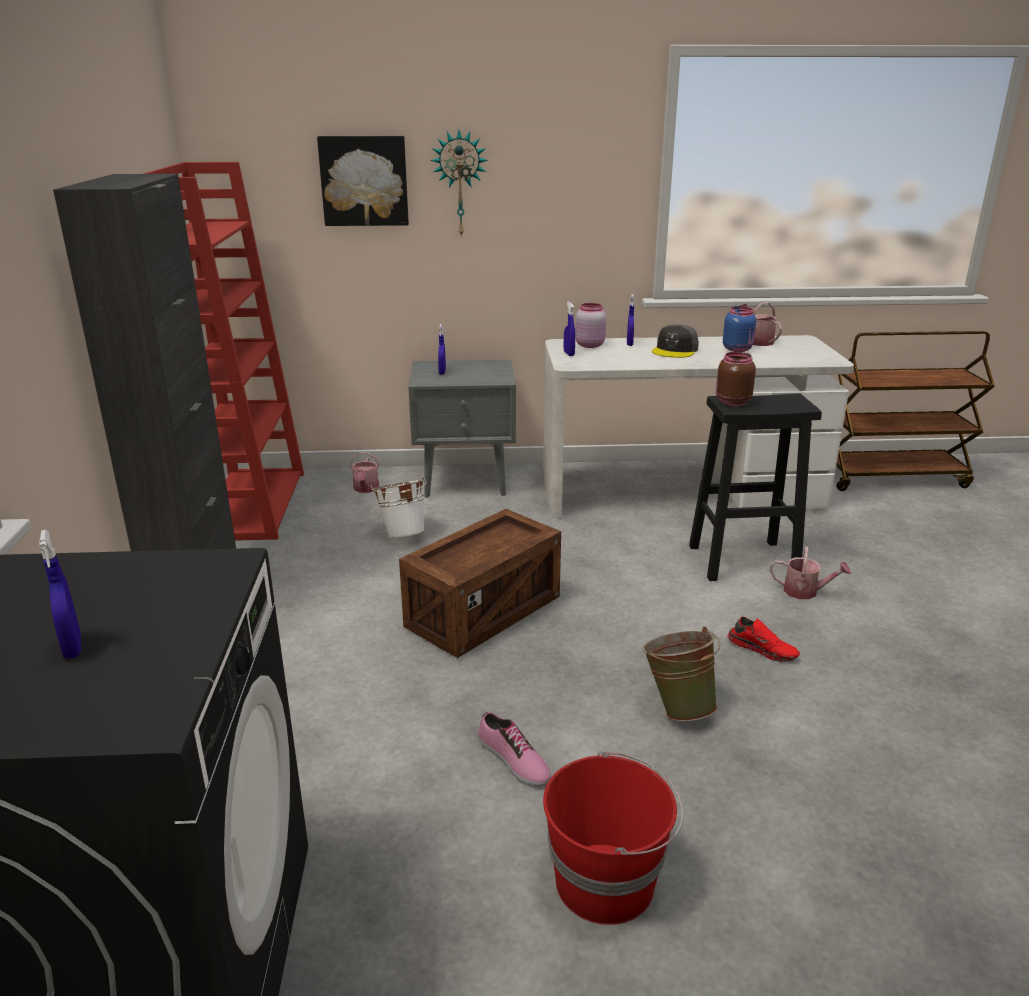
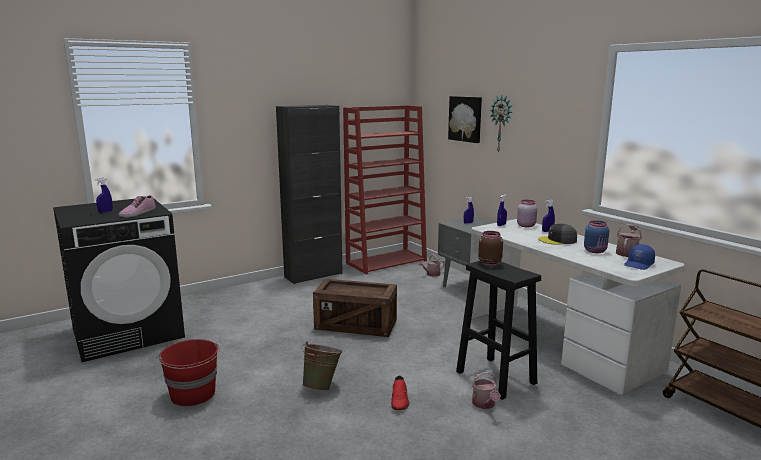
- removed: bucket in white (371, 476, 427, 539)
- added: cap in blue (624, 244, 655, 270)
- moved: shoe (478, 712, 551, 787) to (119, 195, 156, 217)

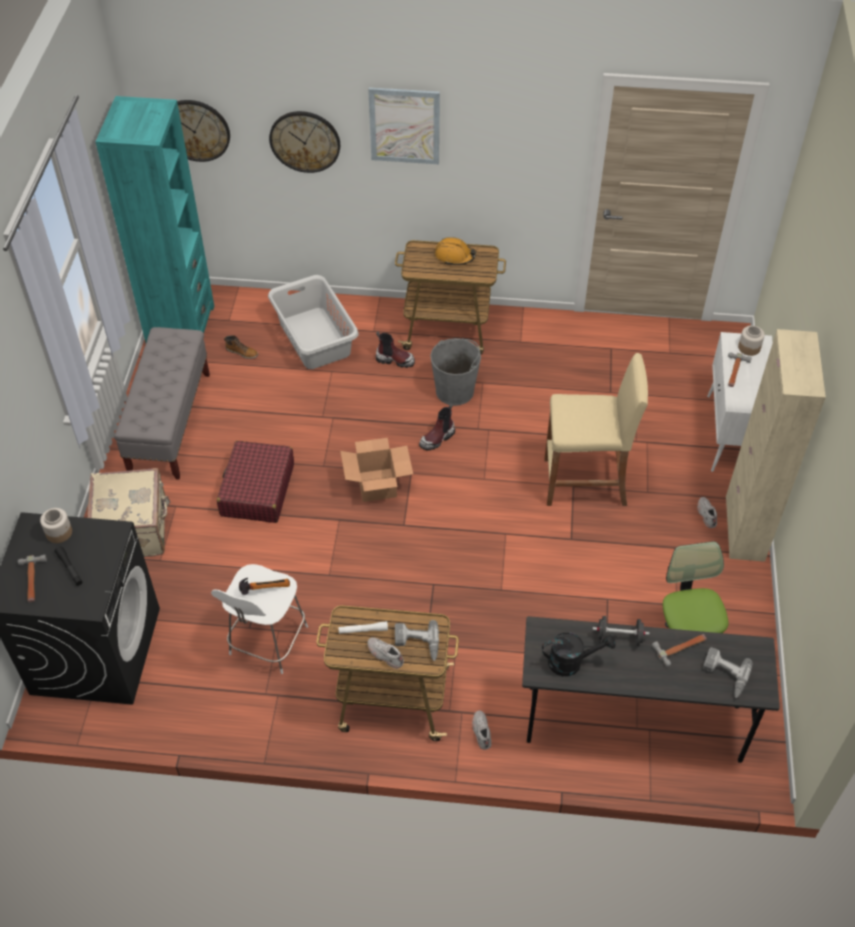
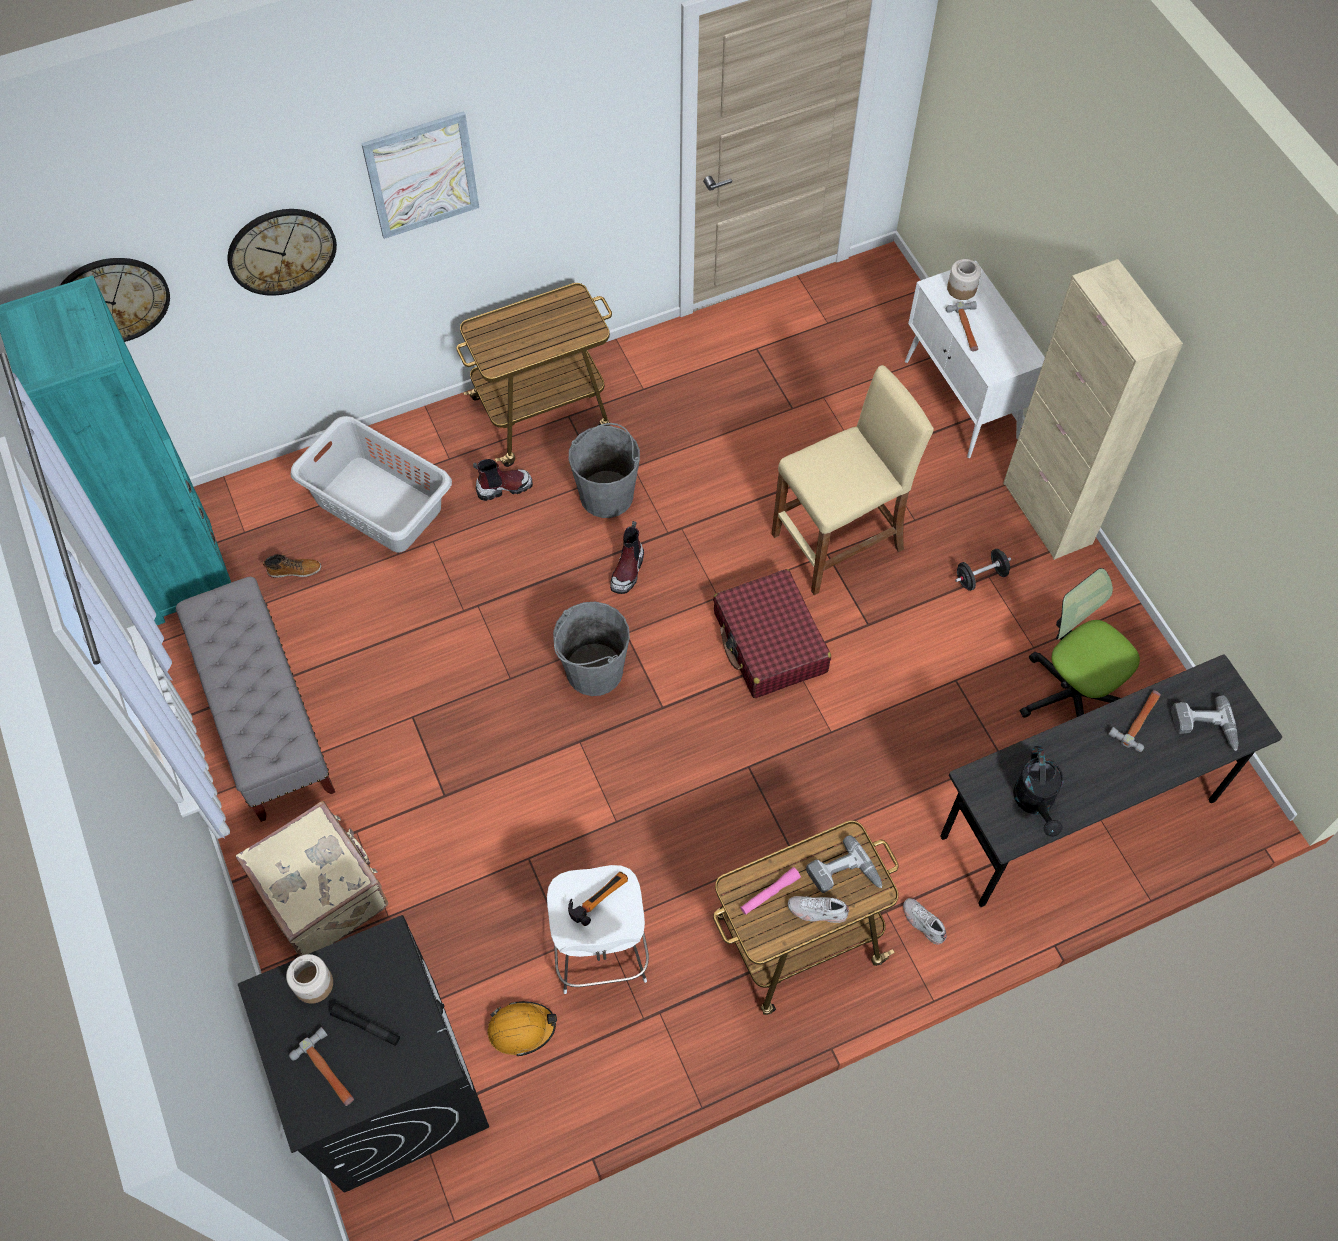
- removed: shoe in white (698, 497, 717, 528)
- moved: suitcase in red (217, 441, 294, 523) to (713, 569, 831, 698)
- moved: hard hat in orange (435, 237, 477, 265) to (488, 1001, 557, 1056)
- moved: dumbbell in black (592, 616, 649, 646) to (955, 549, 1011, 591)
- replaced: cardboard box (340, 438, 413, 502) to bucket in grey (553, 602, 630, 696)
- recoloured: flashlight in white (338, 621, 388, 634) to flashlight in pink (740, 867, 801, 915)
- turned: watering can in black (542, 632, 616, 676) = (1013, 746, 1064, 837) 120 degrees clockwise

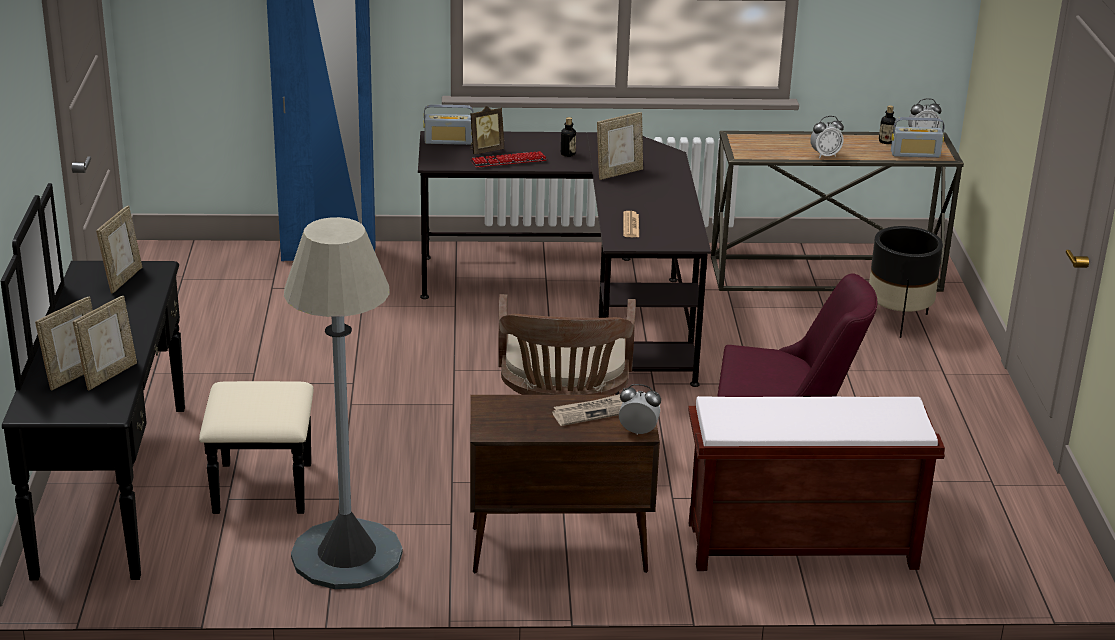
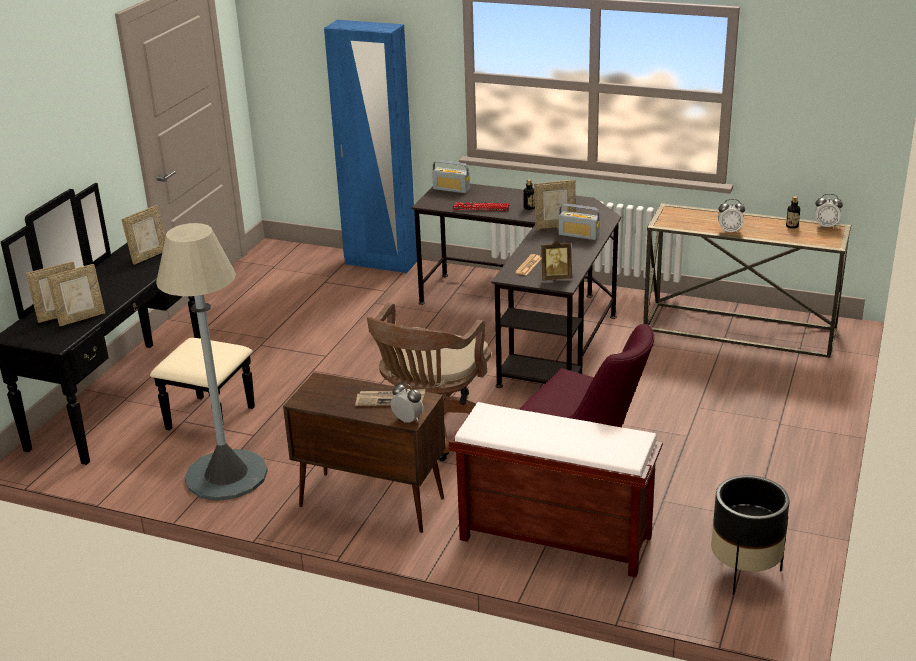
- moved: picture frame (470, 106, 504, 154) to (541, 240, 572, 280)
- moved: planter in black (869, 226, 943, 338) to (711, 475, 790, 595)
- moved: radio (891, 117, 945, 158) to (559, 204, 600, 240)

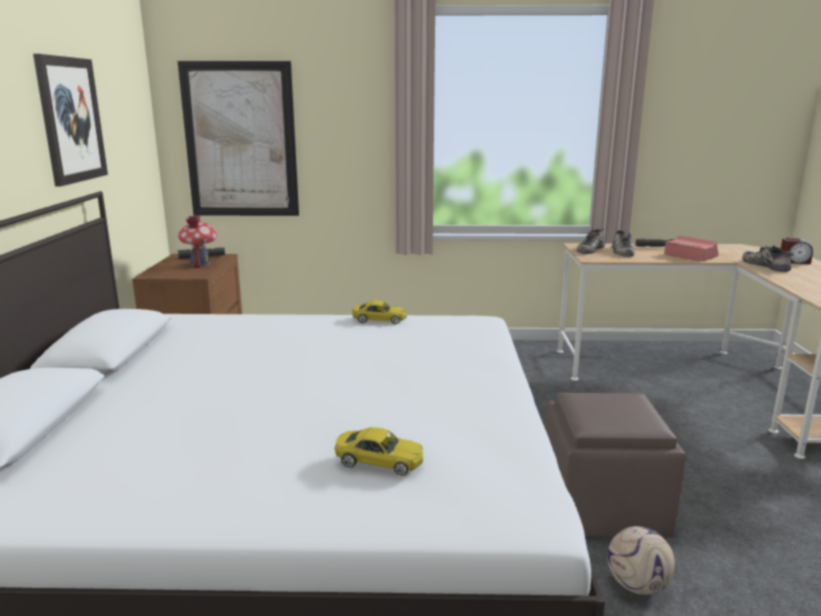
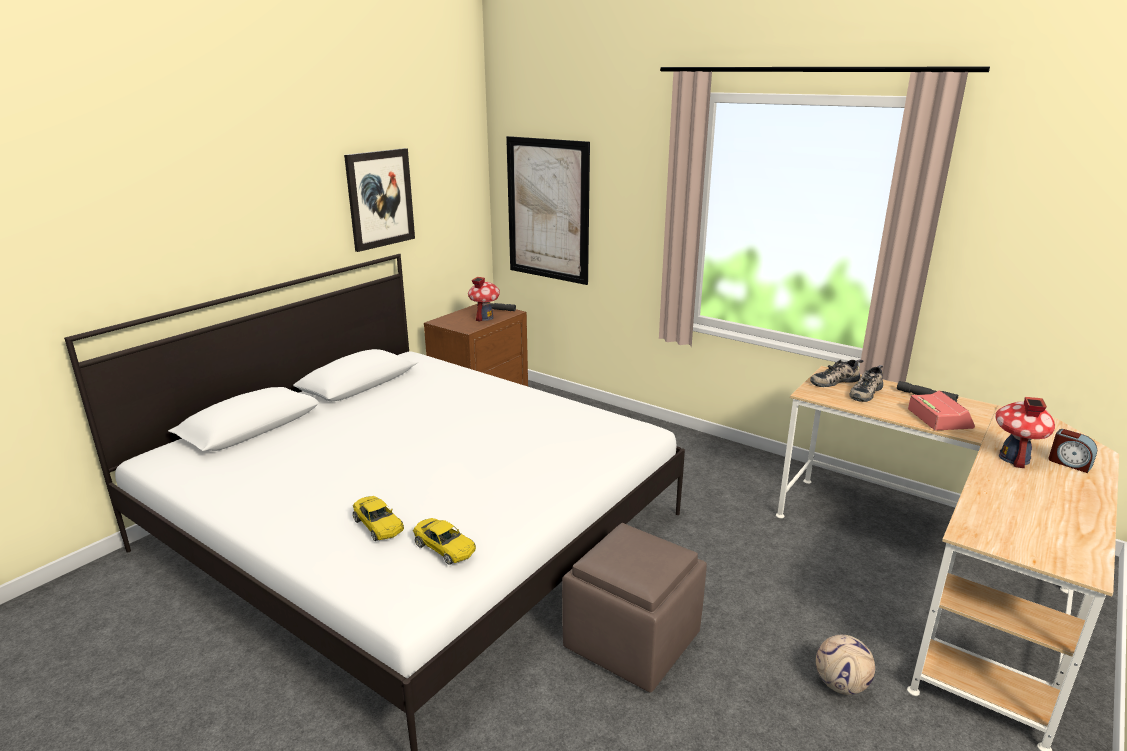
- moved: toy car in yellow (353, 300, 407, 324) to (413, 518, 476, 565)
- moved: football (607, 526, 675, 595) to (816, 635, 875, 695)
- replaced: shoe (742, 245, 794, 272) to toy house (995, 397, 1055, 468)

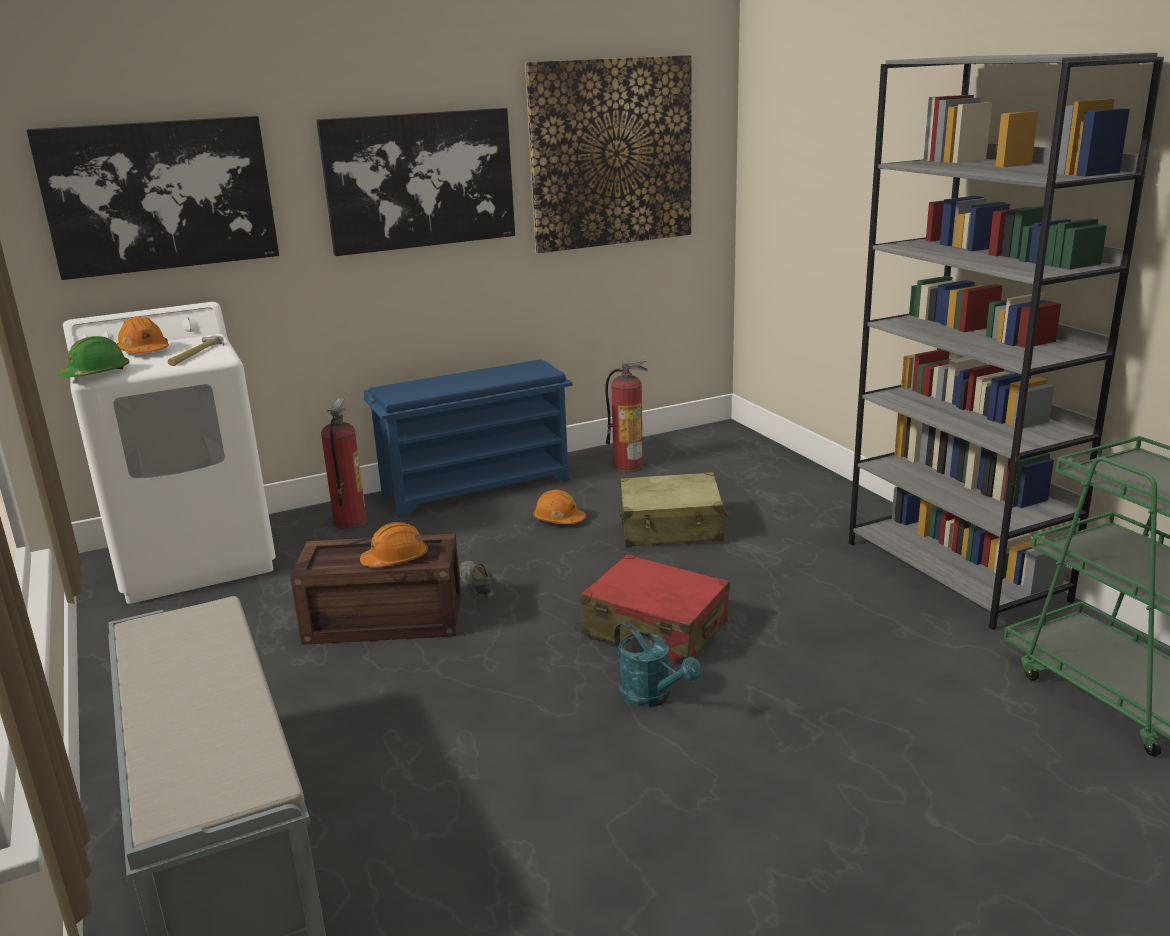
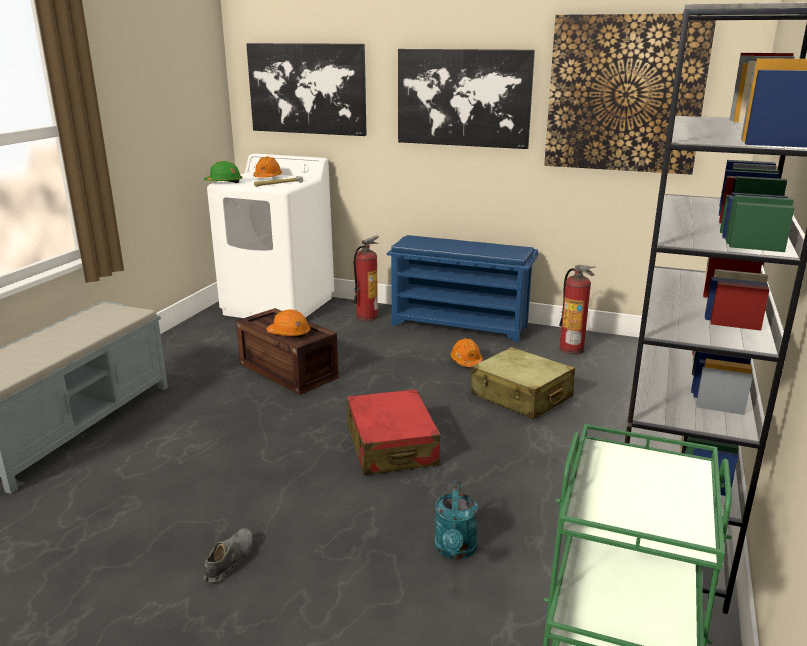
- moved: shoe in grey (460, 561, 494, 600) to (203, 528, 253, 583)
- moved: watering can in turquoise (614, 621, 701, 708) to (434, 481, 478, 560)

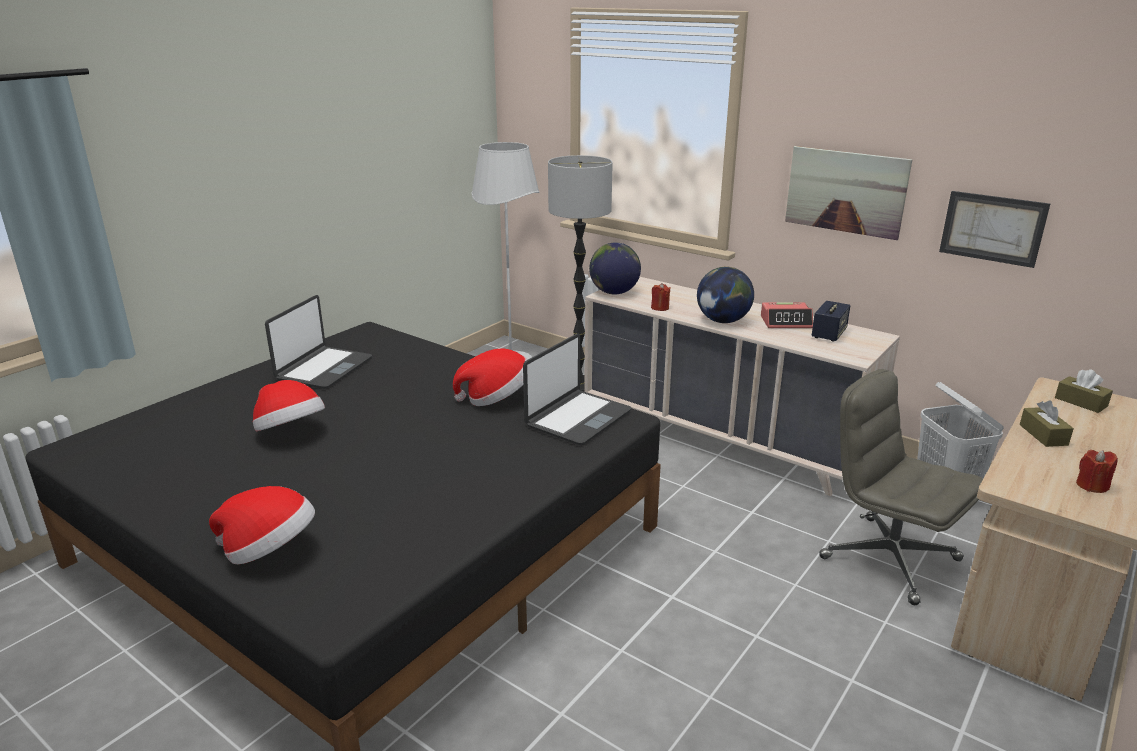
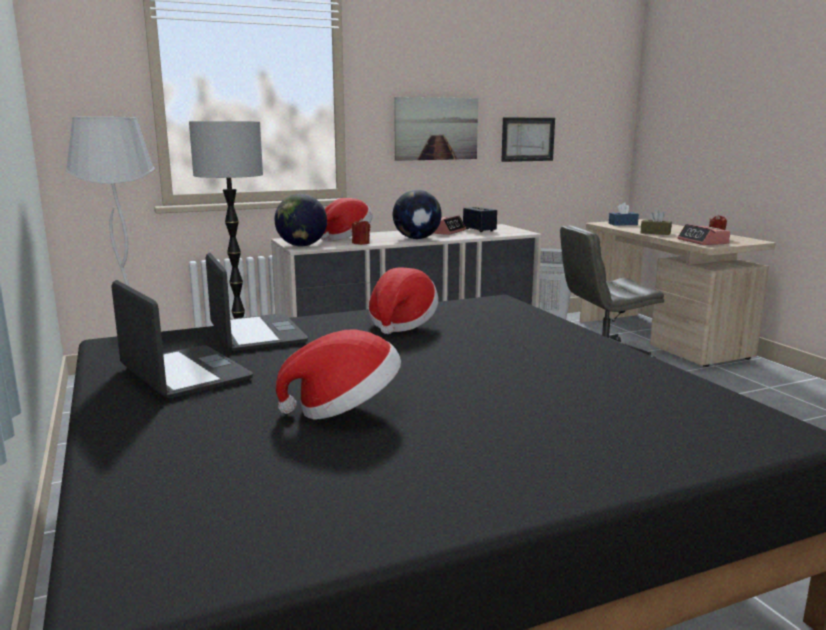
- added: alarm clock (678, 224, 730, 245)
- moved: hat (209, 486, 315, 564) to (321, 198, 373, 240)
- moved: laptop (523, 334, 632, 445) to (206, 253, 308, 352)
- recoloured: tissue box in brown (1055, 369, 1113, 413) to tissue box in blue (609, 202, 639, 226)

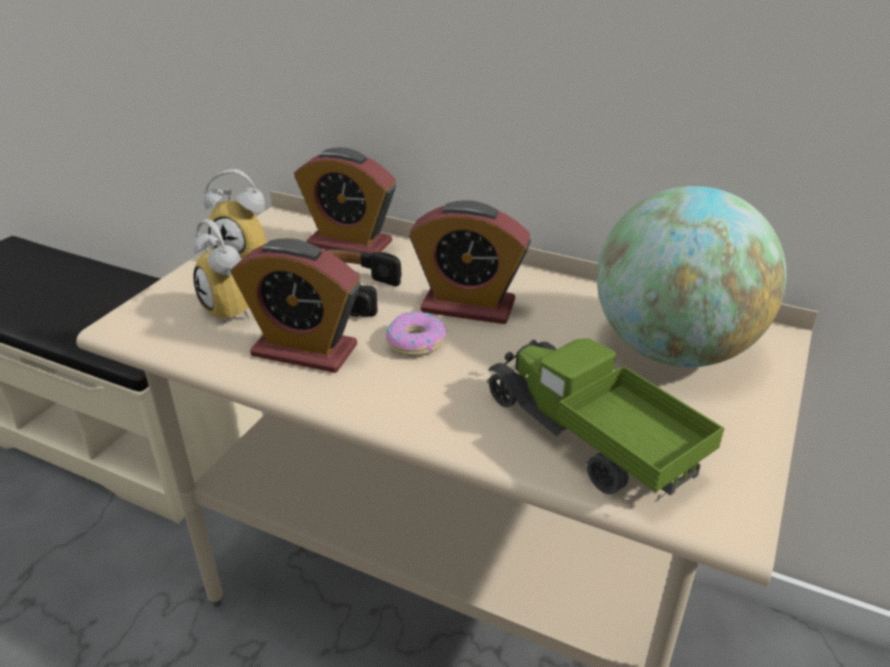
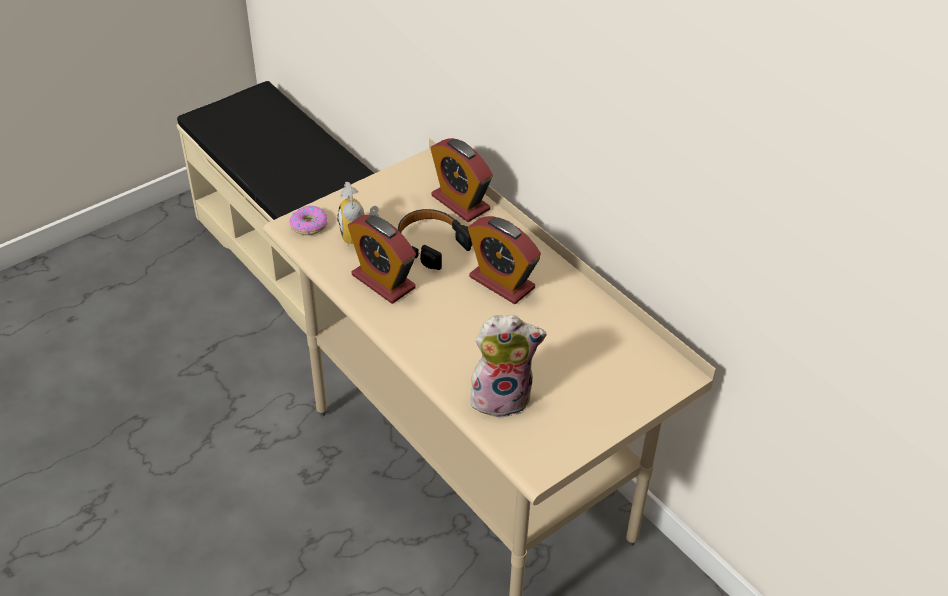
- removed: alarm clock (203, 169, 266, 258)
- removed: globe (597, 186, 786, 367)
- moved: donut (386, 312, 447, 356) to (289, 205, 328, 235)
- replaced: toy truck (487, 338, 724, 502) to plush toy (470, 315, 547, 418)

